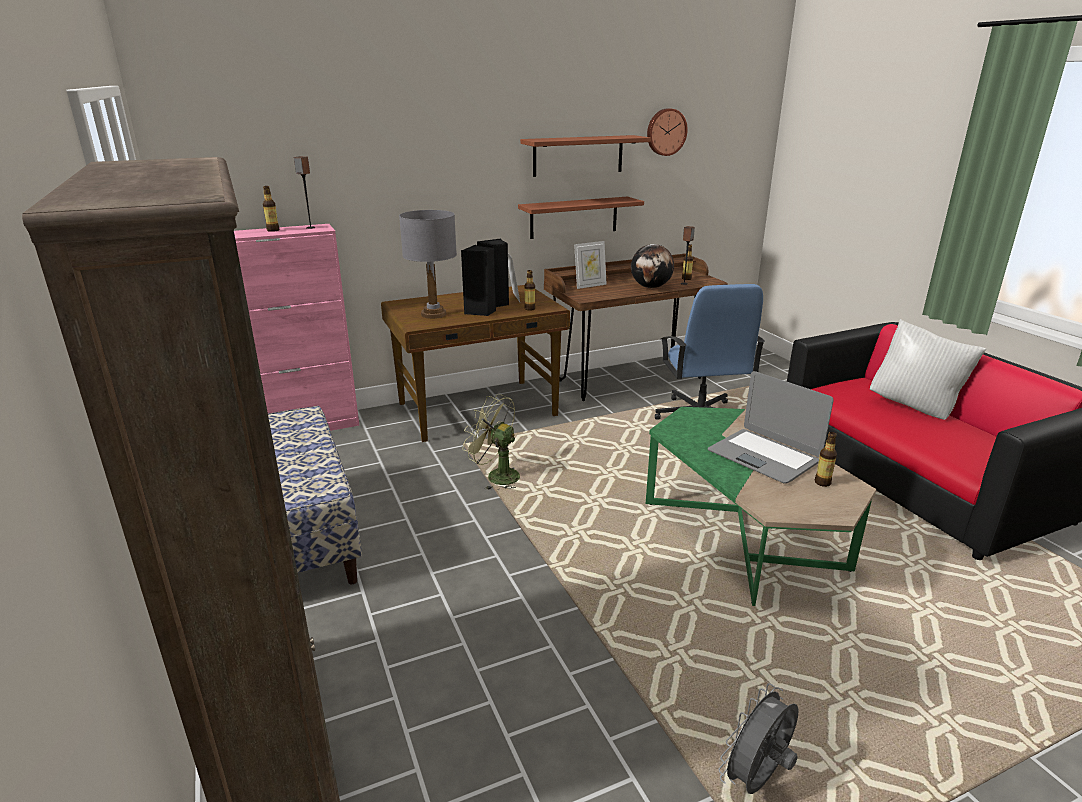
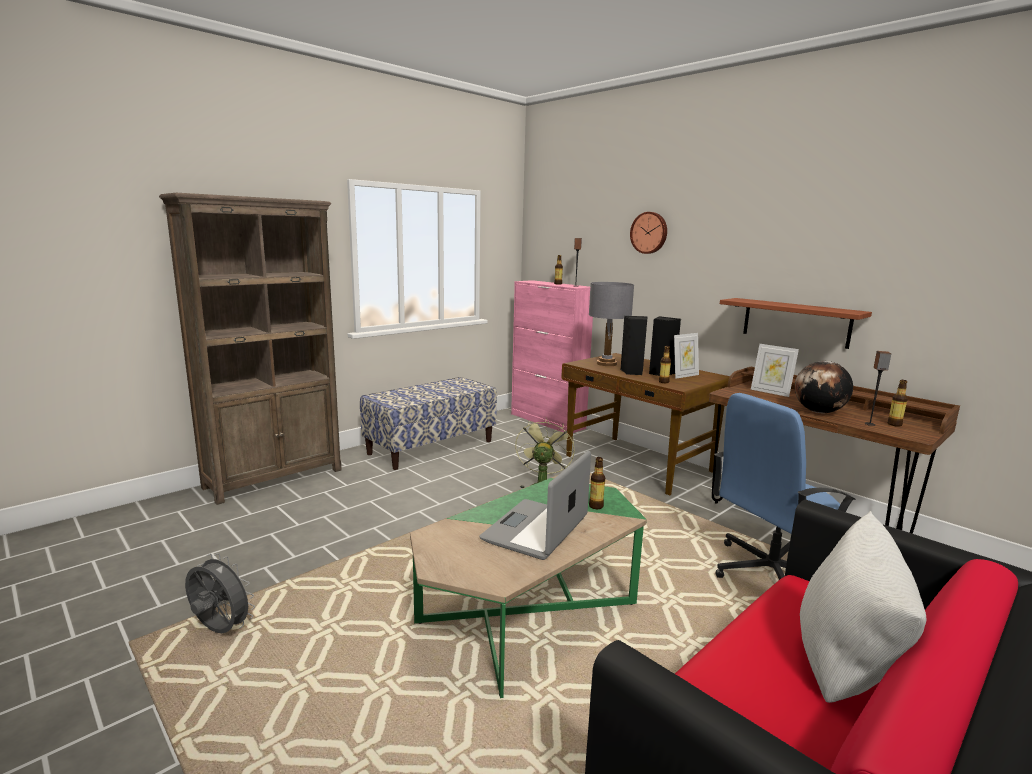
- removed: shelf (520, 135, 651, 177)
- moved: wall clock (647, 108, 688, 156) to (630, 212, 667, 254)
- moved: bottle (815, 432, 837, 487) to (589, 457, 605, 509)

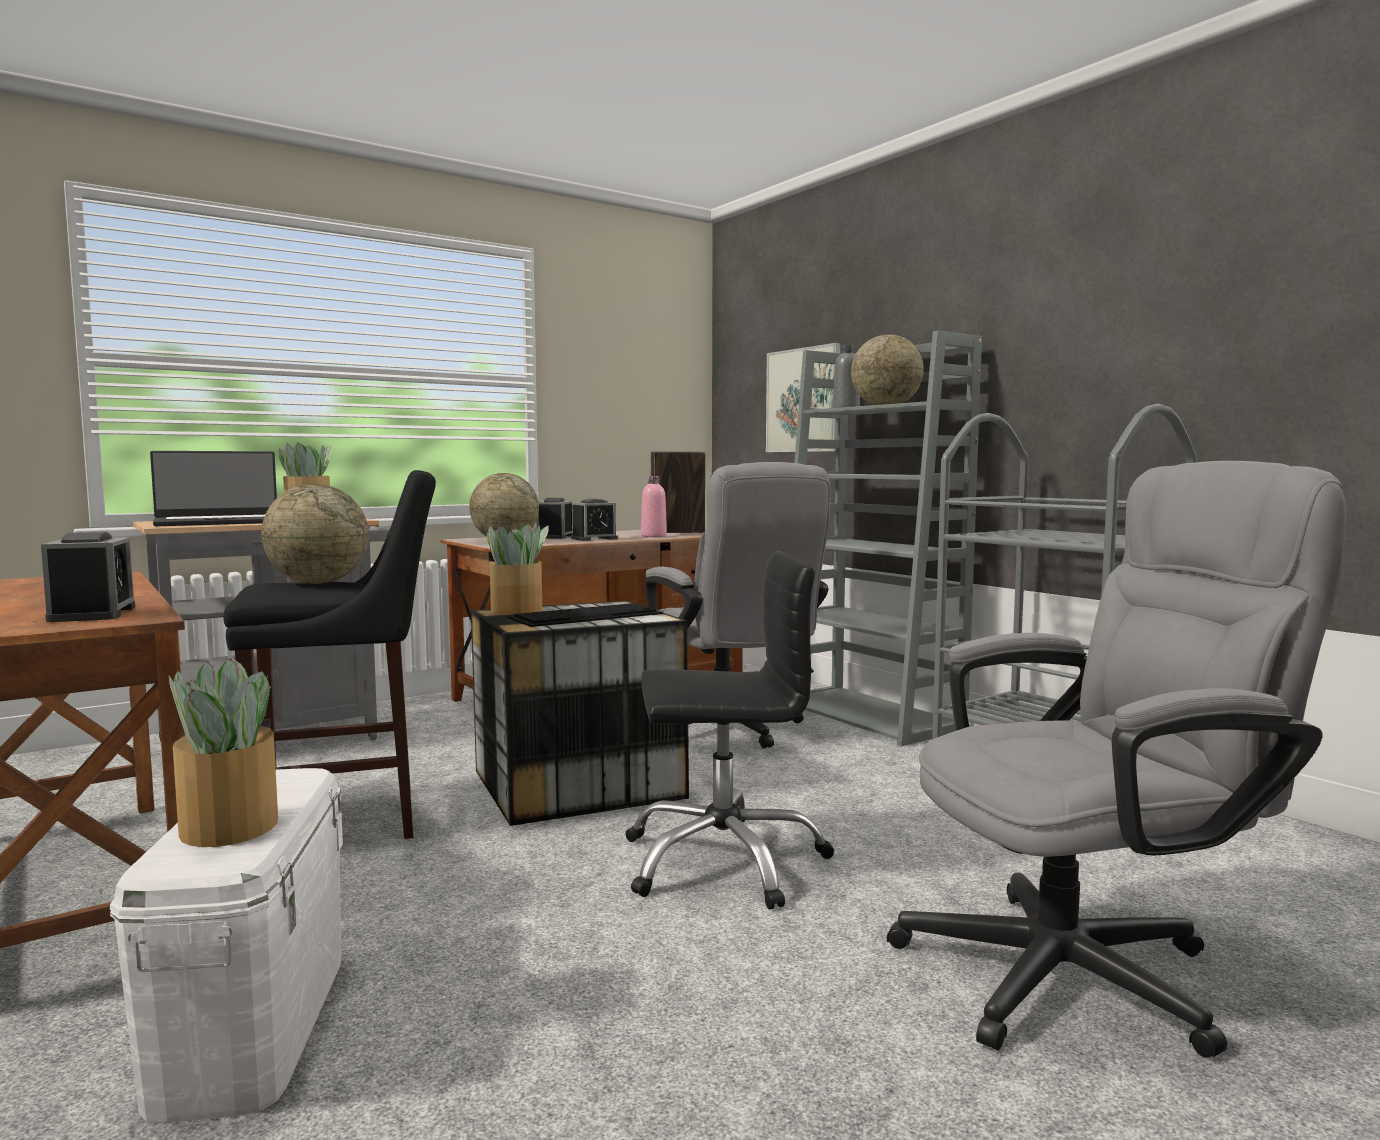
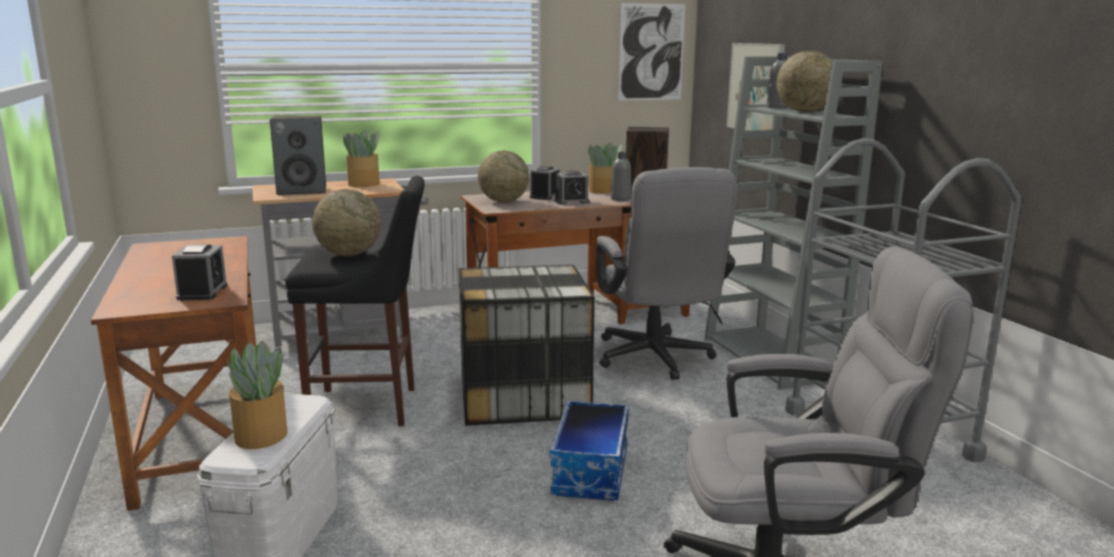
- removed: keyboard (508, 603, 663, 627)
- added: picture (619, 3, 685, 101)
- moved: potted plant (487, 524, 549, 614) to (588, 143, 622, 194)
- replaced: laptop (150, 451, 277, 526) to speaker (270, 115, 326, 195)
- replaced: office chair in black (625, 551, 834, 910) to storage box (550, 400, 629, 501)
- recoloured: bottle in pink (641, 476, 667, 537) to bottle in grey (611, 152, 631, 201)

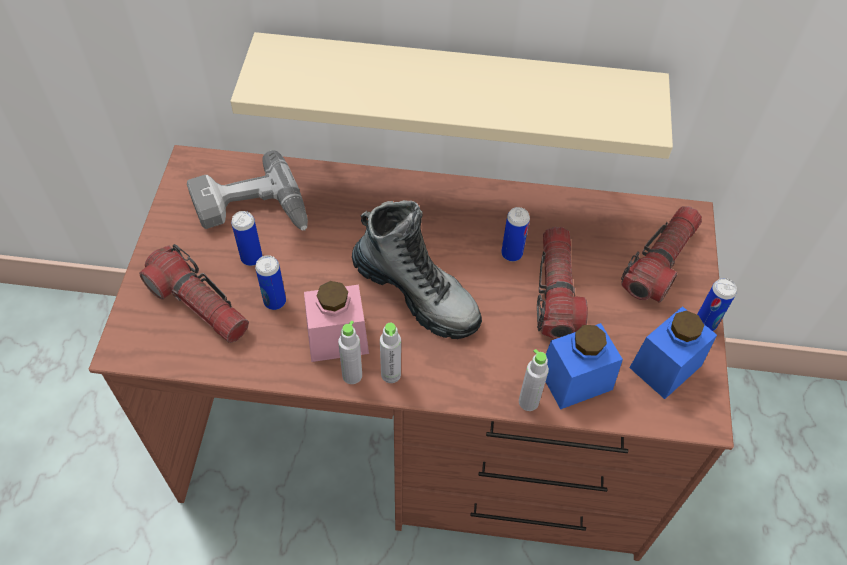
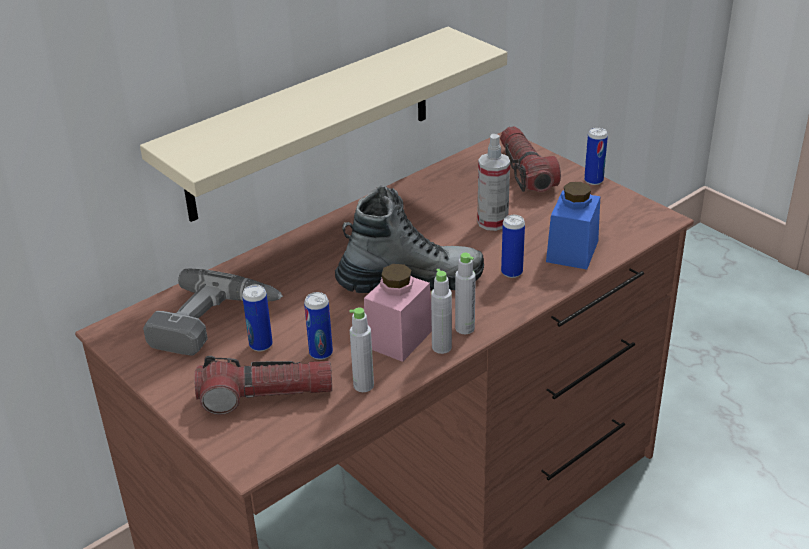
- removed: jar in blue (629, 306, 717, 399)
- moved: can (501, 207, 530, 262) to (501, 215, 525, 278)
- moved: bottle in grey (519, 349, 549, 411) to (349, 307, 374, 392)
- replaced: flashlight (537, 227, 588, 339) to spray bottle (477, 134, 510, 231)

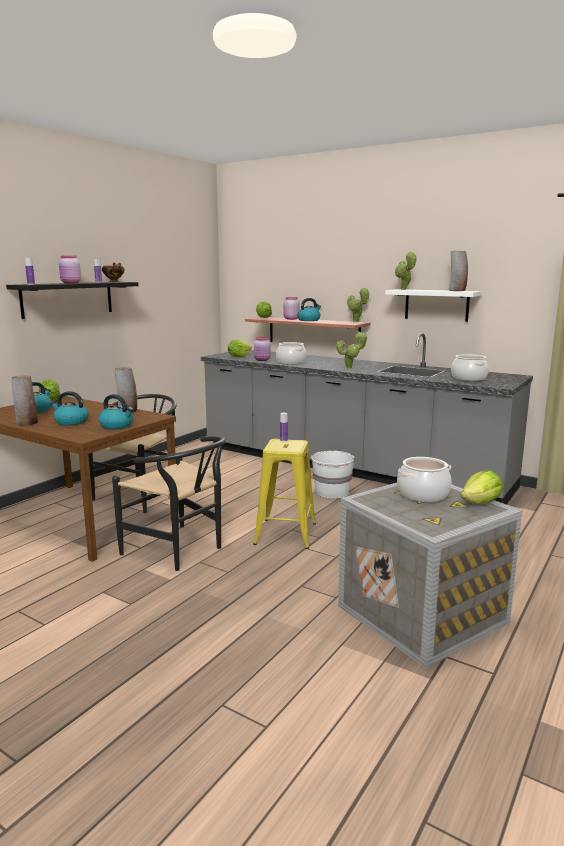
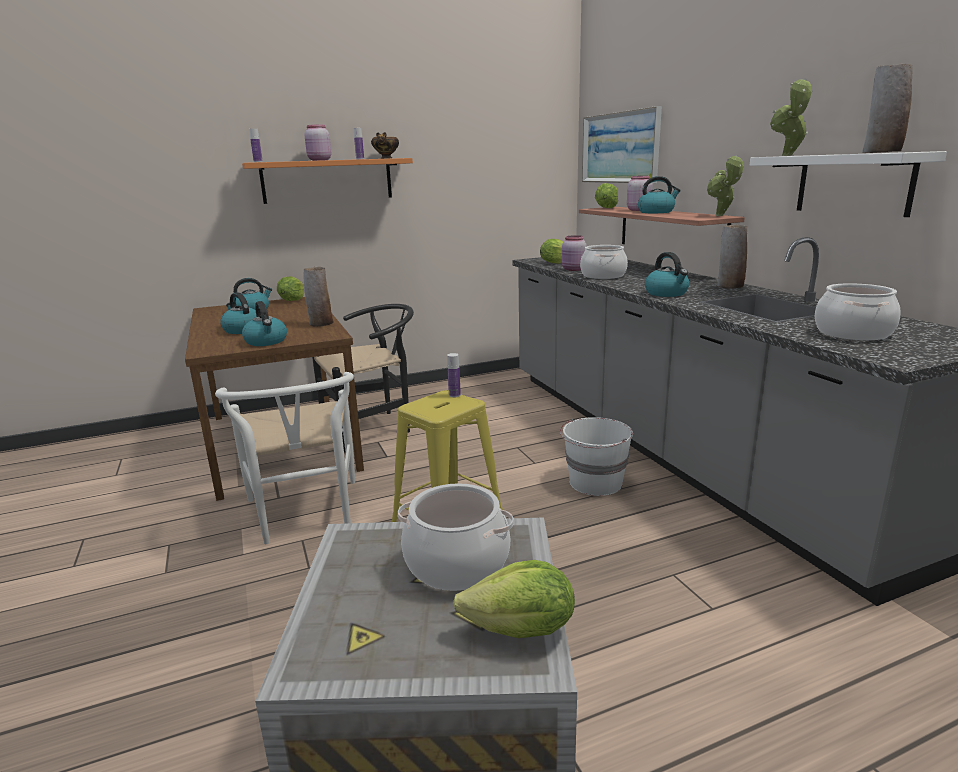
- added: picture (582, 106, 662, 184)
- moved: vase (12, 375, 38, 426) to (717, 225, 747, 289)
- replaced: potted plant (336, 332, 368, 370) to kettle (645, 252, 689, 297)
- recoloured: shelf in black (6, 282, 138, 319) to shelf in orange (242, 158, 413, 204)
- recoloured: chair in black (112, 436, 226, 571) to chair in white (215, 372, 355, 544)

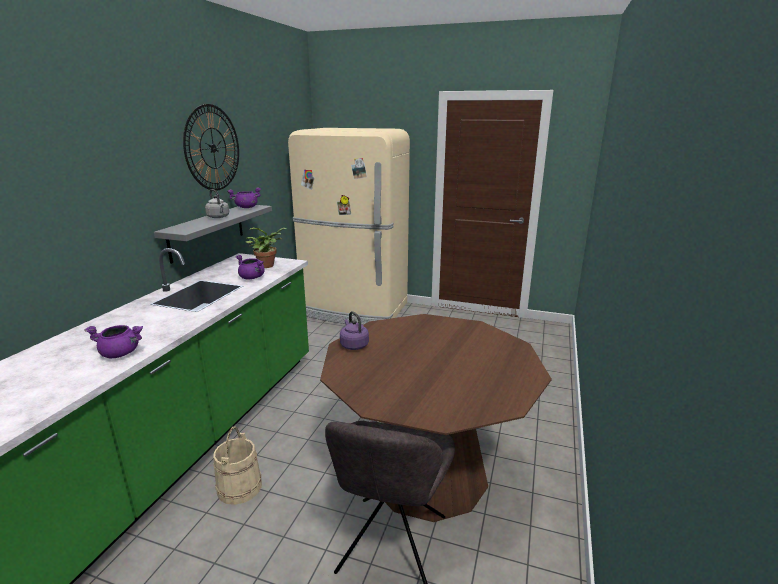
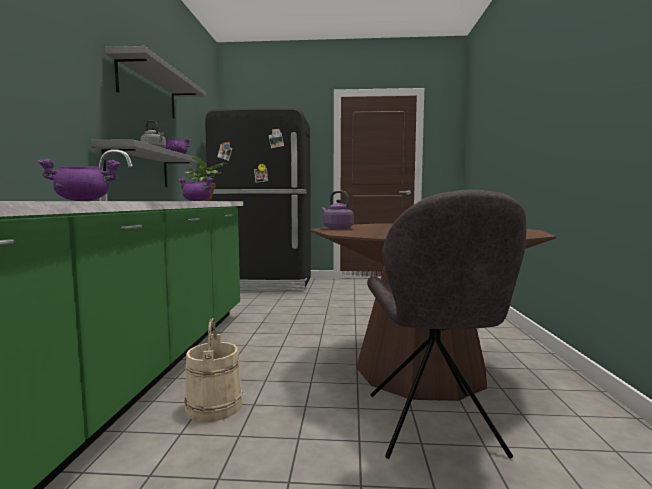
- replaced: wall clock (183, 104, 239, 191) to shelf in grey (105, 46, 206, 119)
- recoloured: fridge in beige (288, 128, 410, 325) to fridge in black (205, 108, 311, 291)

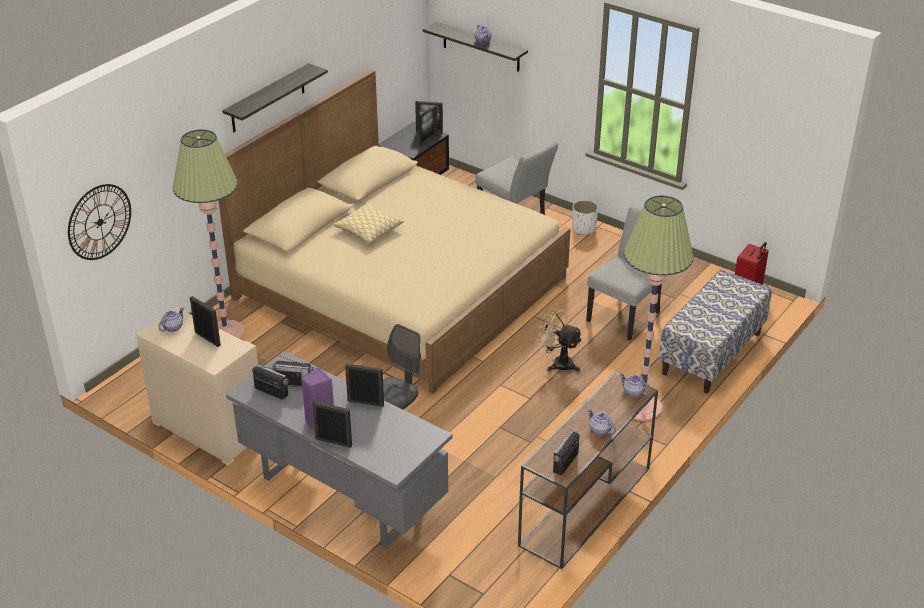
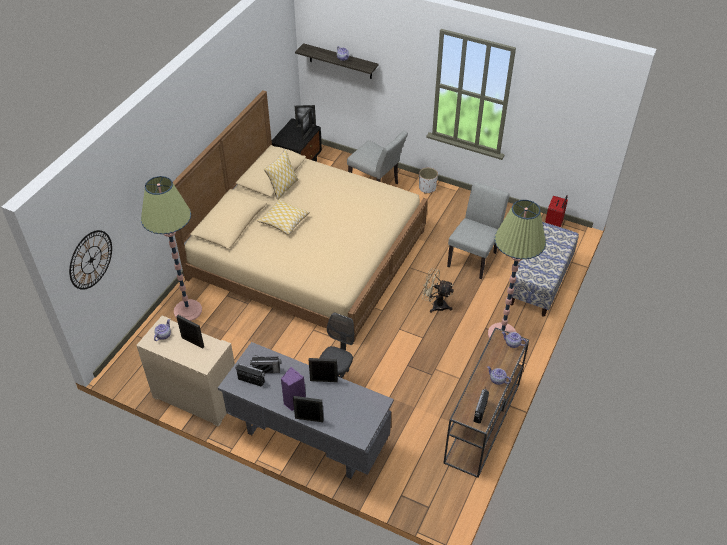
- removed: shelf (222, 63, 328, 132)
- added: pillow (264, 149, 298, 200)

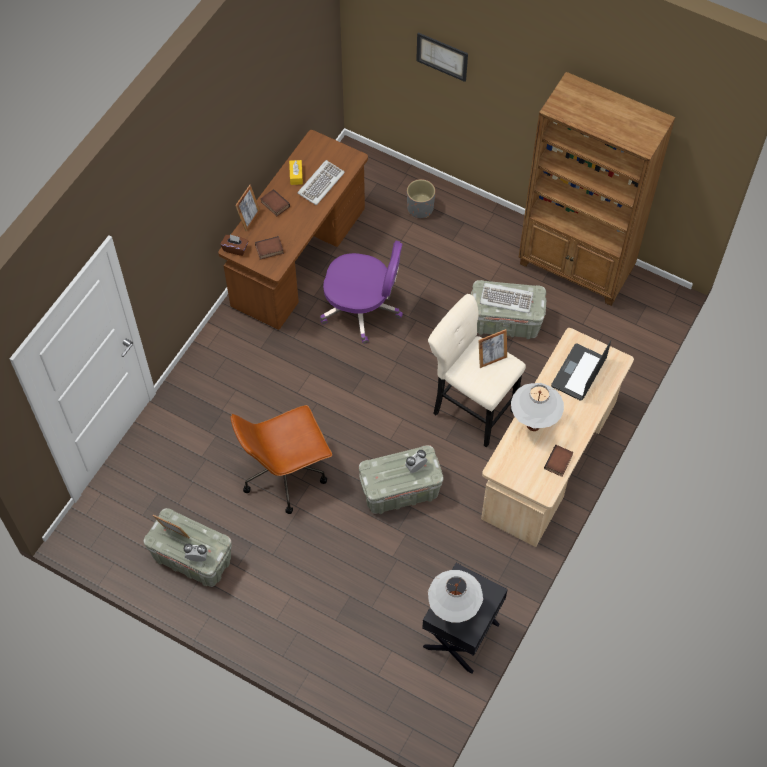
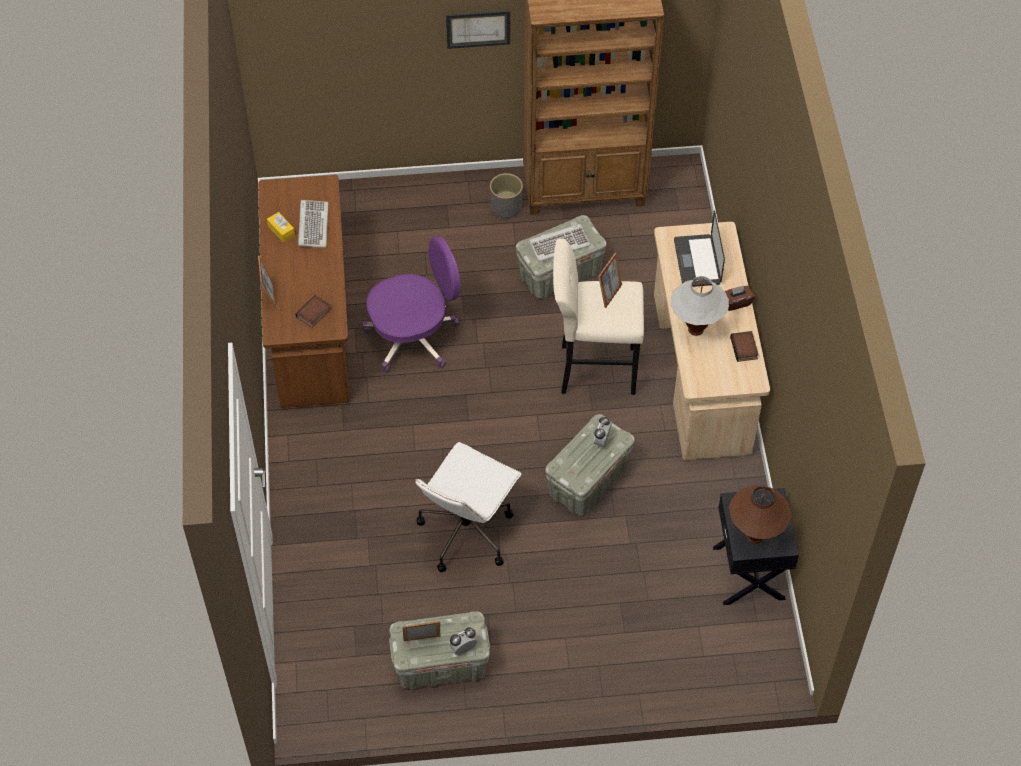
- removed: book (261, 189, 290, 216)
- moved: tissue box in brown (220, 234, 249, 256) to (725, 286, 755, 311)
- moved: planter in grey (407, 179, 435, 218) to (490, 173, 523, 219)
- moved: picture (416, 33, 468, 82) to (446, 10, 510, 49)
- recoloured: office chair in brown (230, 405, 332, 514) to office chair in white (415, 442, 521, 572)
- recoloured: table lamp in white (428, 570, 483, 622) to table lamp in brown (729, 486, 791, 544)

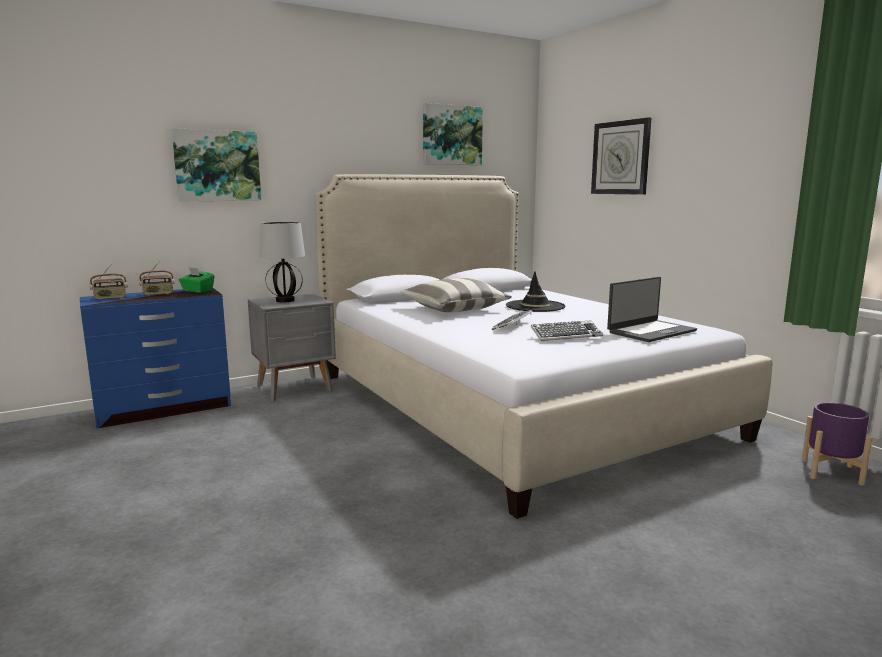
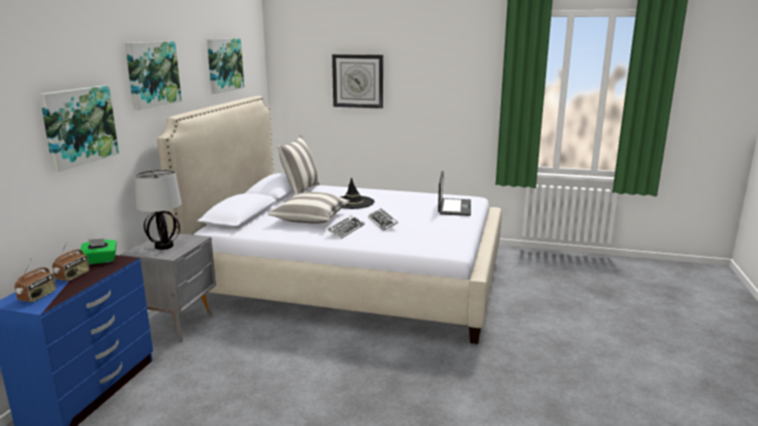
- removed: planter in purple (802, 402, 872, 486)
- added: picture (125, 41, 182, 110)
- added: pillow (277, 135, 319, 195)
- moved: keyboard (531, 320, 603, 341) to (328, 215, 365, 239)

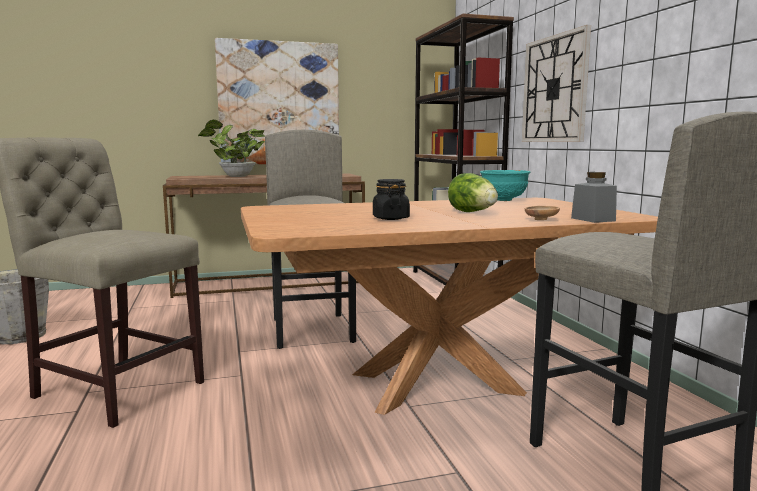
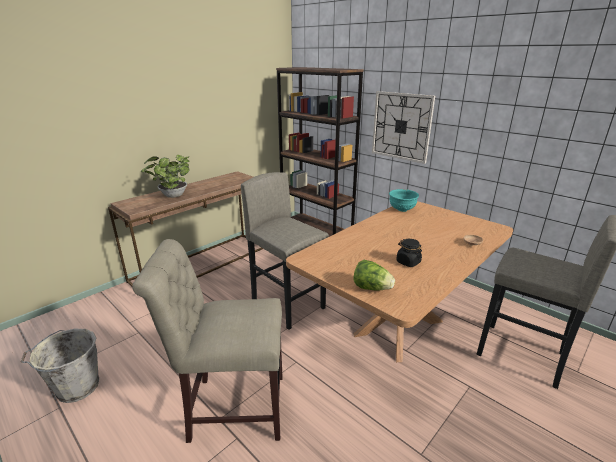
- removed: picture (215, 38, 339, 164)
- removed: jar in grey (571, 172, 617, 223)
- moved: lettuce (448, 173, 498, 212) to (354, 260, 395, 290)

